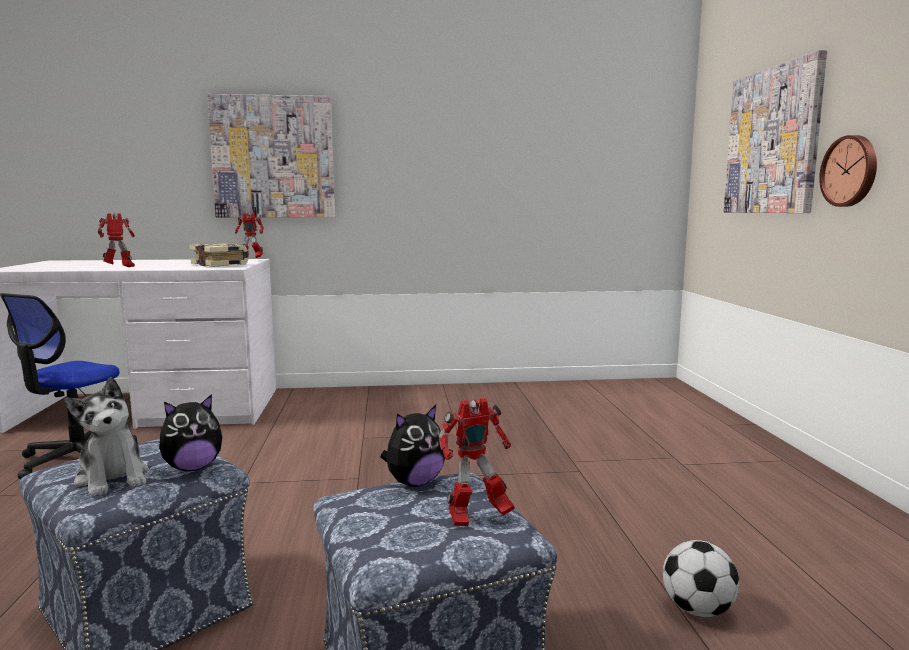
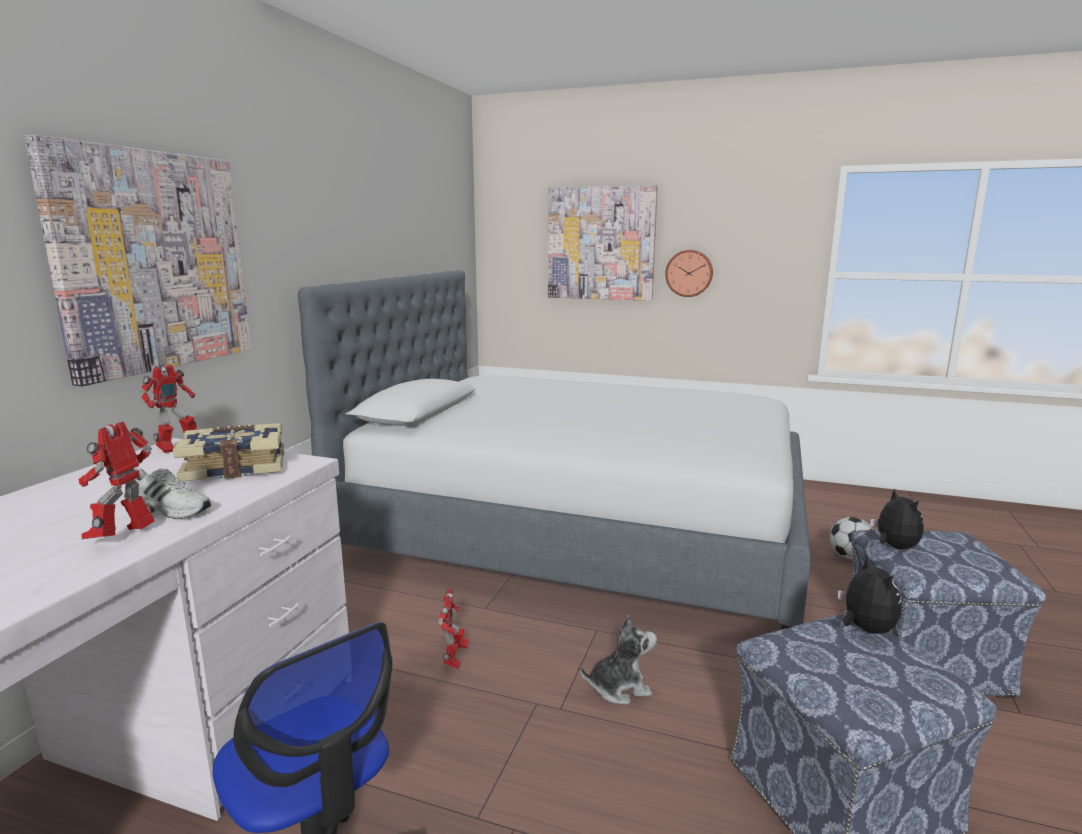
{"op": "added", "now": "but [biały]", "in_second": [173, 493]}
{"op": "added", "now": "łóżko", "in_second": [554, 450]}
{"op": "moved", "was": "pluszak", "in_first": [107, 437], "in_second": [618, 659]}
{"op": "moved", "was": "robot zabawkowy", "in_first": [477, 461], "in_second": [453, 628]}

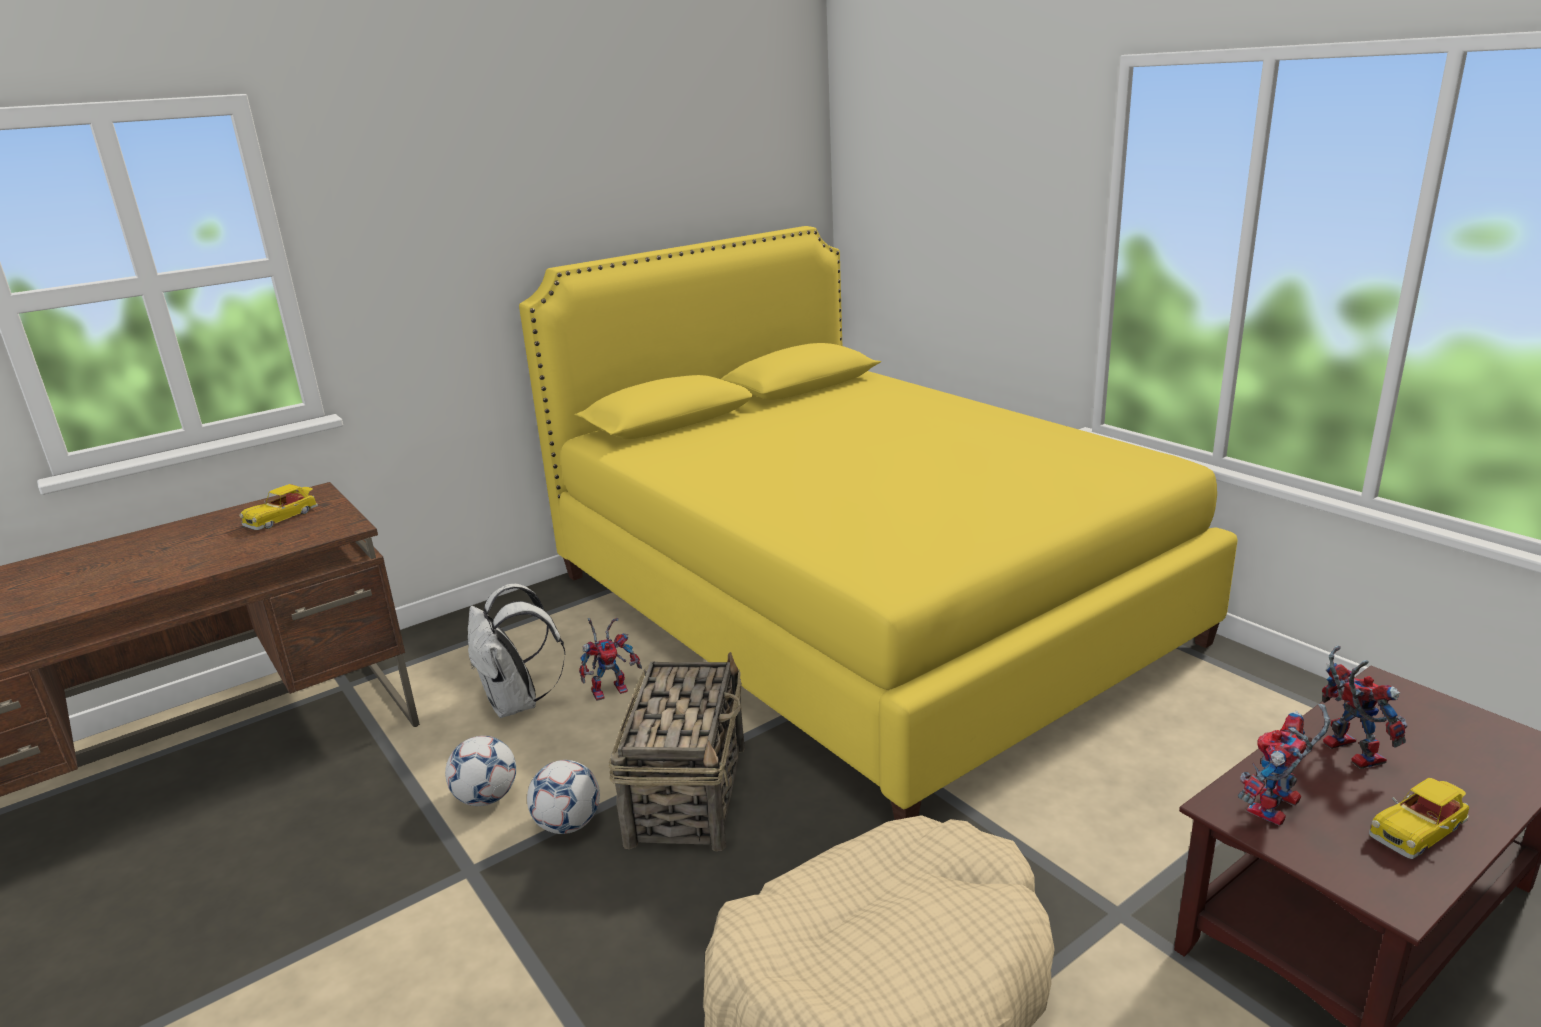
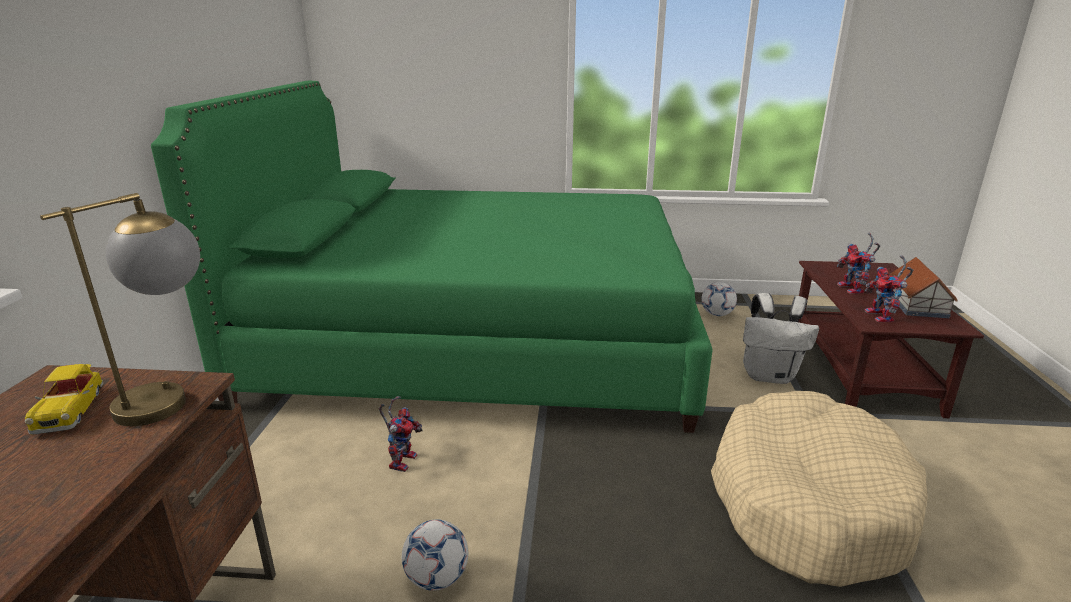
{"op": "removed", "was": "koszyk", "in_first": [676, 751]}
{"op": "added", "now": "lampa stołowa", "in_second": [120, 309]}
{"op": "moved", "was": "plecak [biały]", "in_first": [516, 650], "in_second": [781, 338]}
{"op": "moved", "was": "piłka futbolowa", "in_first": [563, 797], "in_second": [719, 299]}
{"op": "replaced", "was": "samochodzik", "now": "domek", "in_first": [1419, 818], "in_second": [923, 287]}
{"op": "recoloured", "was": "łóżko [żółty]", "now": "łóżko [zielony]", "in_first": [878, 523], "in_second": [432, 257]}
{"op": "turned", "was": "robot zabawkowy", "in_first": [1365, 707], "in_second": [858, 263], "clockwise": -120}

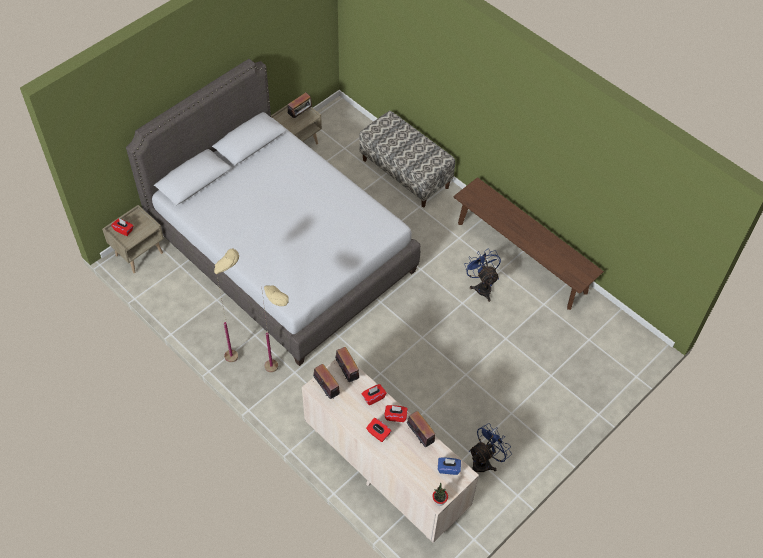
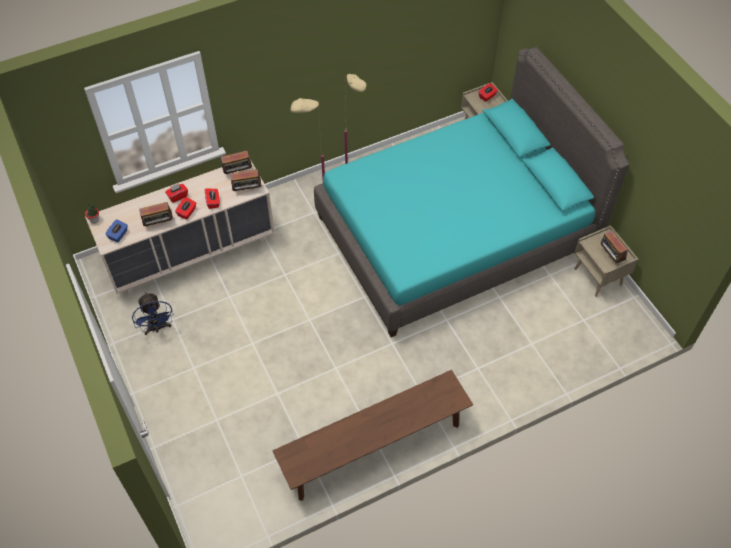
{"op": "removed", "was": "ławka", "in_first": [407, 159]}
{"op": "removed", "was": "wentylator [niebieski]", "in_first": [482, 276]}
{"op": "recoloured", "was": "łóżko [szary]", "now": "łóżko [turkusowy]", "in_first": [273, 212], "in_second": [472, 192]}

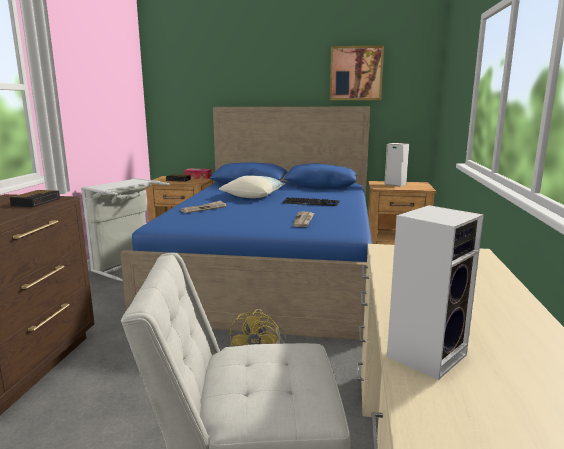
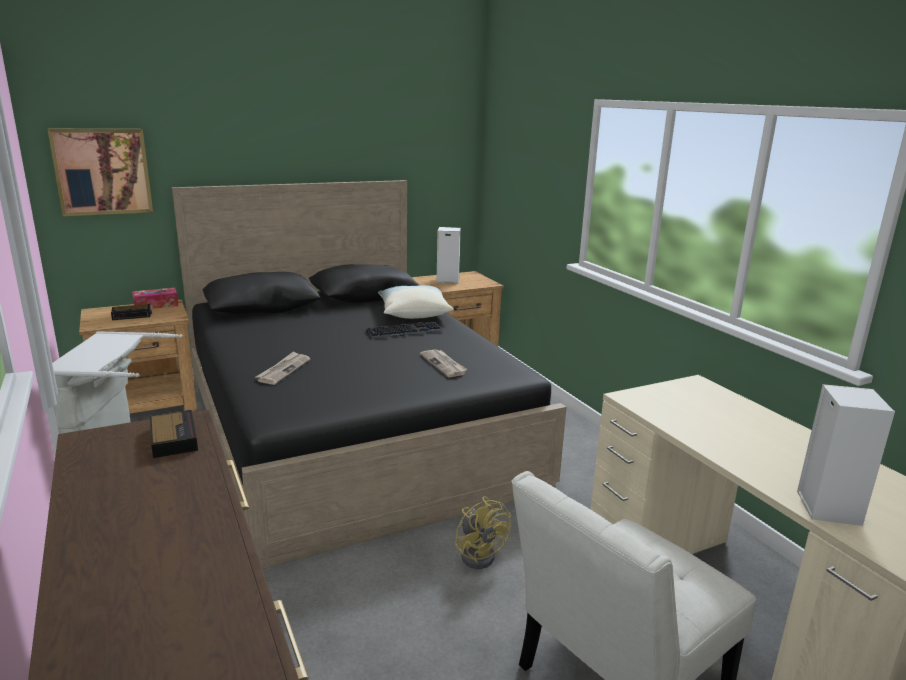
{"op": "moved", "was": "poduszka", "in_first": [252, 186], "in_second": [416, 302]}
{"op": "moved", "was": "obraz", "in_first": [357, 72], "in_second": [100, 172]}
{"op": "recoloured", "was": "łóżko [niebieski]", "now": "łóżko [czarny]", "in_first": [246, 223], "in_second": [369, 374]}

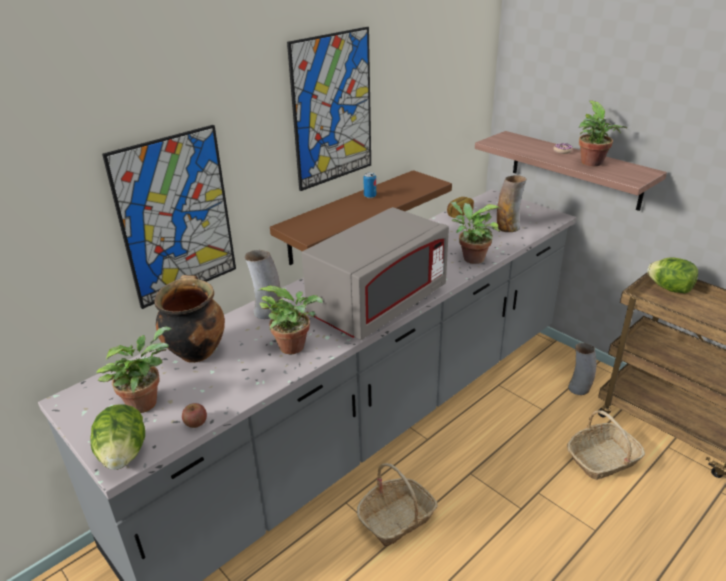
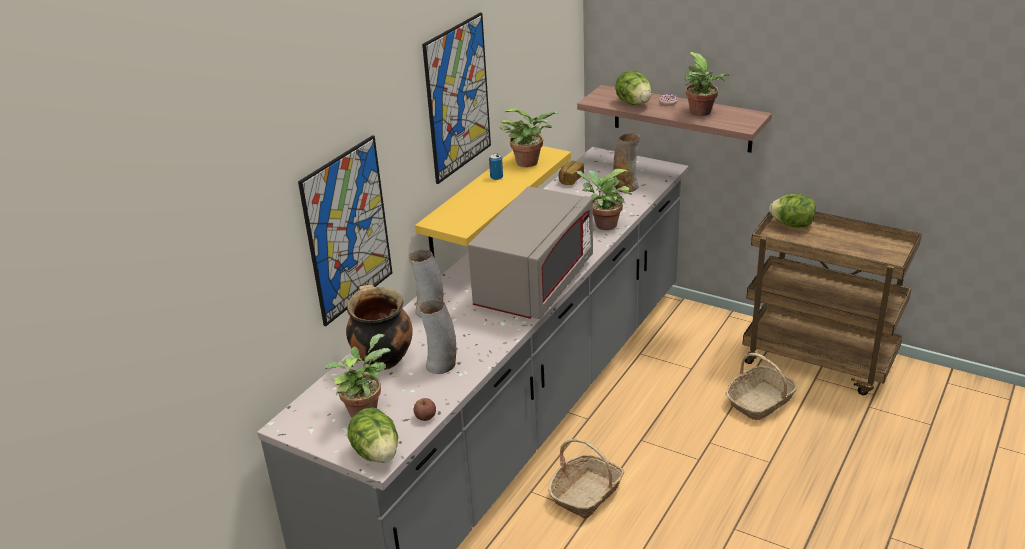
{"op": "added", "now": "sałata", "in_second": [633, 88]}
{"op": "moved", "was": "roślina doniczkowa", "in_first": [291, 319], "in_second": [530, 137]}
{"op": "moved", "was": "wazon", "in_first": [582, 369], "in_second": [437, 336]}
{"op": "recoloured", "was": "półka [brązowy]", "now": "półka [żółty]", "in_first": [361, 217], "in_second": [493, 202]}

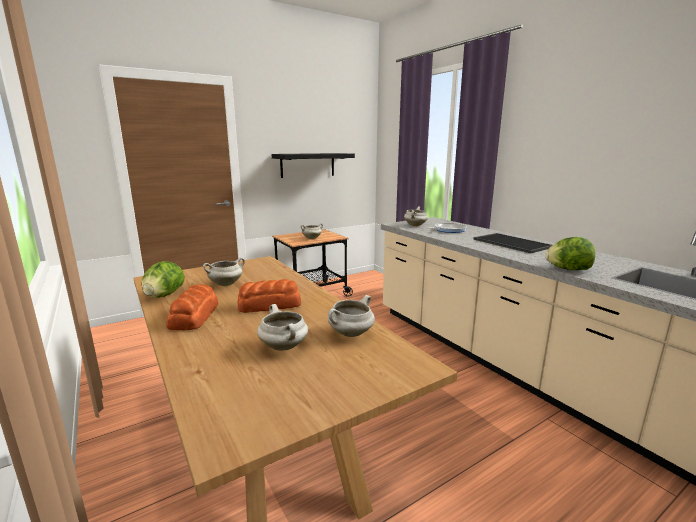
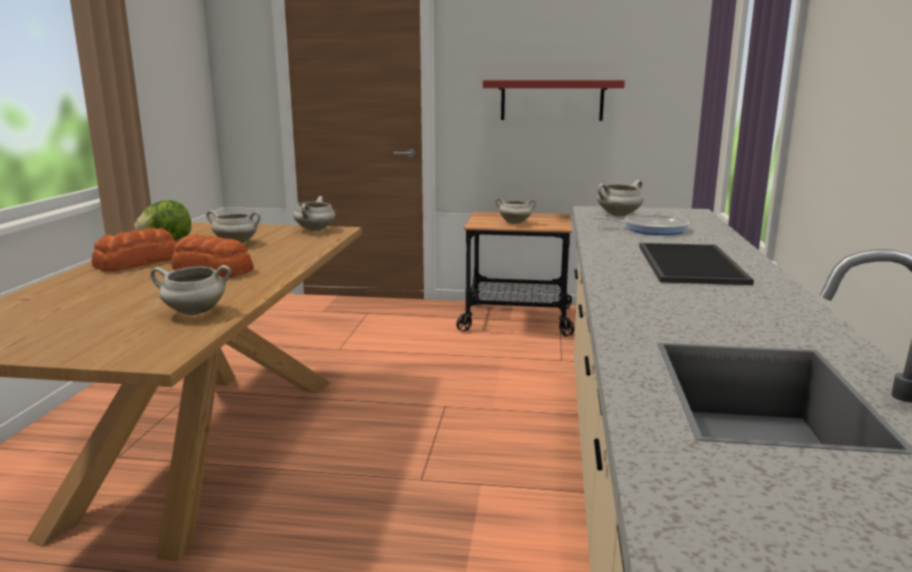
{"op": "removed", "was": "sałata", "in_first": [570, 253]}
{"op": "moved", "was": "garnek [biały]", "in_first": [282, 327], "in_second": [314, 213]}
{"op": "recoloured", "was": "półka [czarny]", "now": "półka [czerwony]", "in_first": [313, 165], "in_second": [554, 100]}

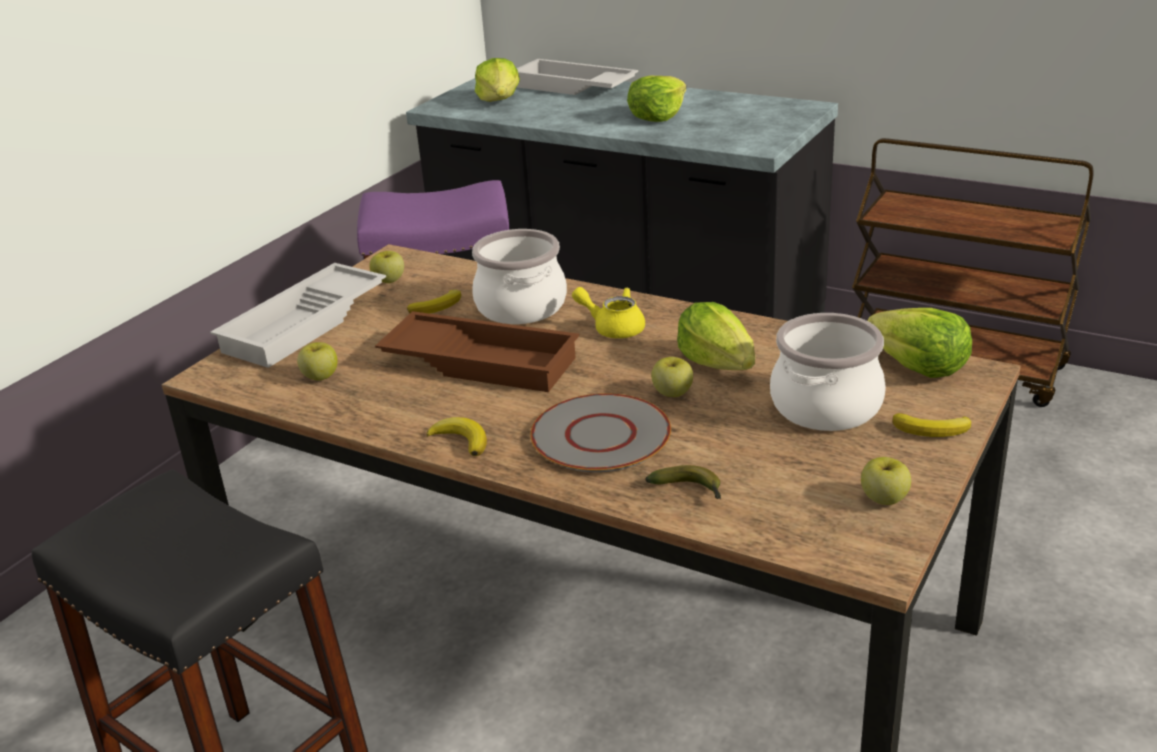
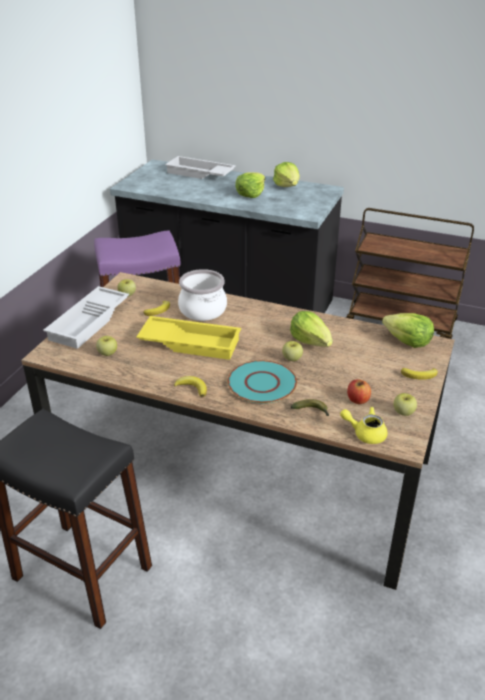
{"op": "removed", "was": "garnek", "in_first": [828, 372]}
{"op": "added", "now": "jabłko", "in_second": [359, 392]}
{"op": "moved", "was": "sałata", "in_first": [497, 80], "in_second": [286, 174]}
{"op": "moved", "was": "imbryk [żółty]", "in_first": [608, 312], "in_second": [363, 425]}
{"op": "recoloured", "was": "taca [brązowy]", "now": "taca [żółty]", "in_first": [477, 351], "in_second": [188, 338]}
{"op": "recoloured", "was": "talerz [szary]", "now": "talerz [turkusowy]", "in_first": [601, 432], "in_second": [262, 381]}

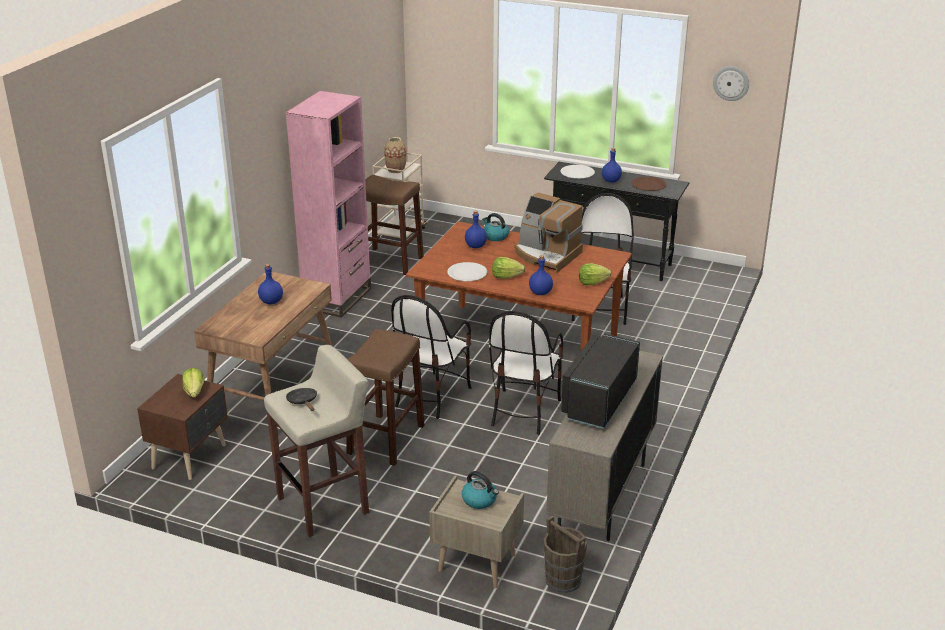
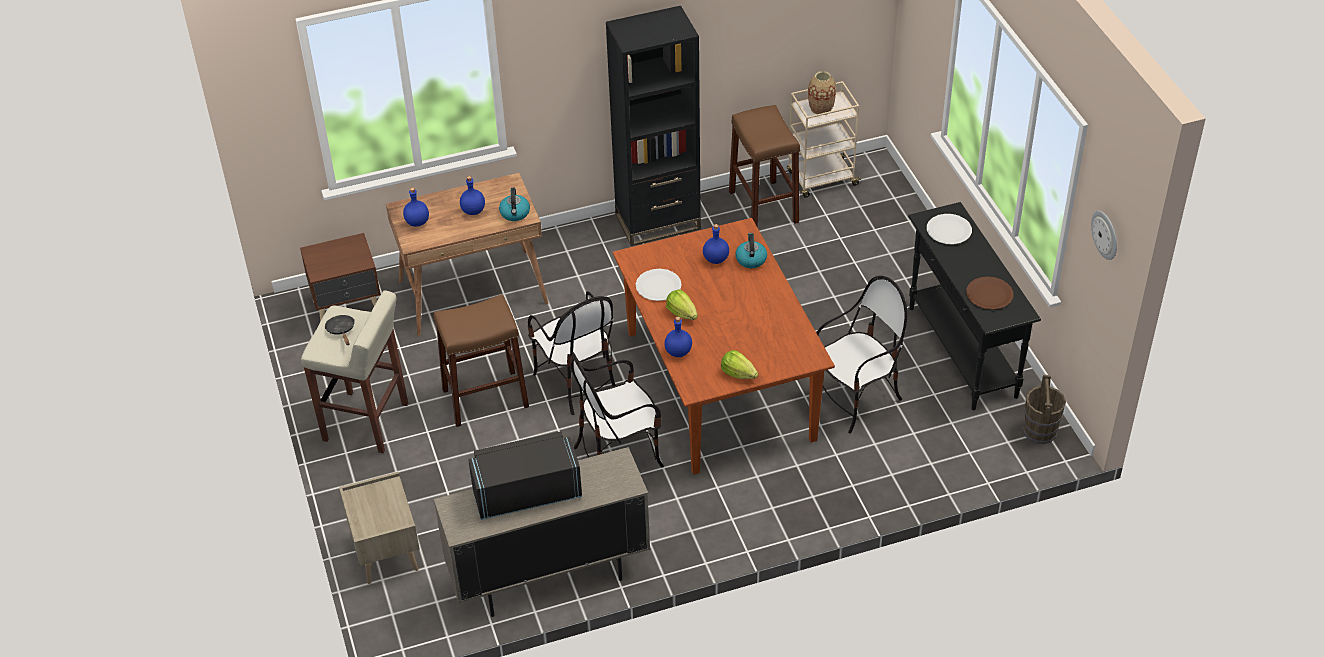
{"op": "removed", "was": "sałata", "in_first": [193, 382]}
{"op": "removed", "was": "ekspres do kawy", "in_first": [548, 232]}
{"op": "moved", "was": "czajnik", "in_first": [480, 490], "in_second": [514, 204]}
{"op": "moved", "was": "wiadro [brązowy]", "in_first": [565, 554], "in_second": [1044, 409]}
{"op": "moved", "was": "butelka [niebieski]", "in_first": [612, 165], "in_second": [416, 207]}
{"op": "recoloured", "was": "regał [różowy]", "now": "regał [czarny]", "in_first": [328, 204], "in_second": [653, 126]}
{"op": "turned", "was": "patelnia [czarny]", "in_first": [301, 399], "in_second": [340, 330], "clockwise": -45}
{"op": "turned", "was": "krzesło", "in_first": [431, 357], "in_second": [572, 353], "clockwise": -105}

